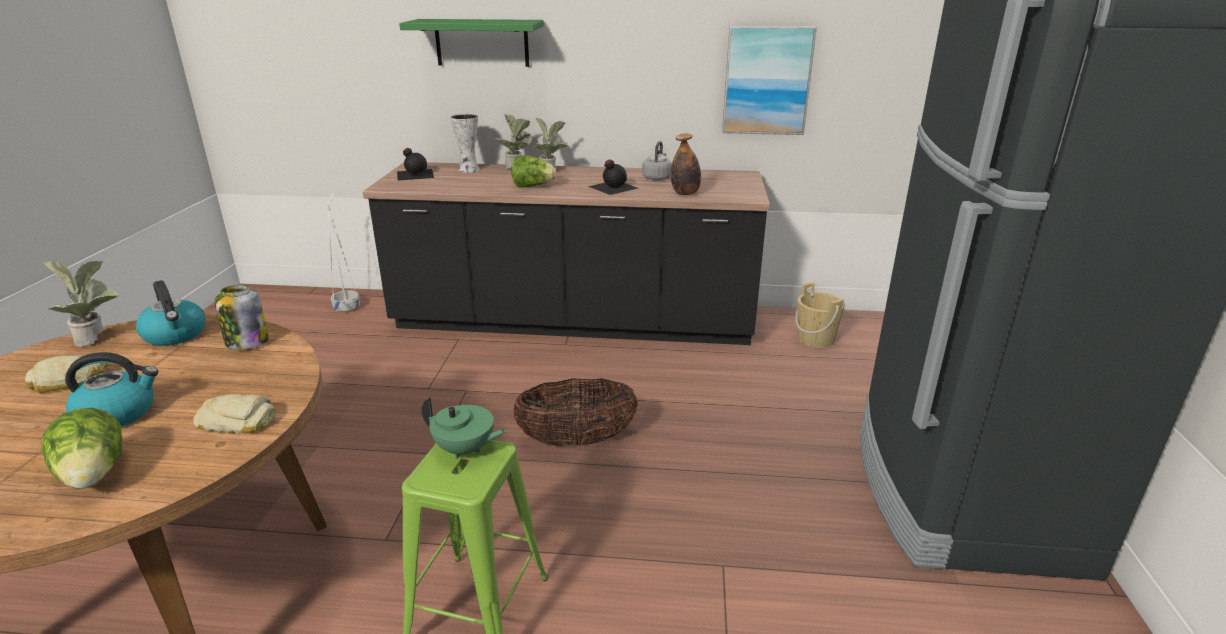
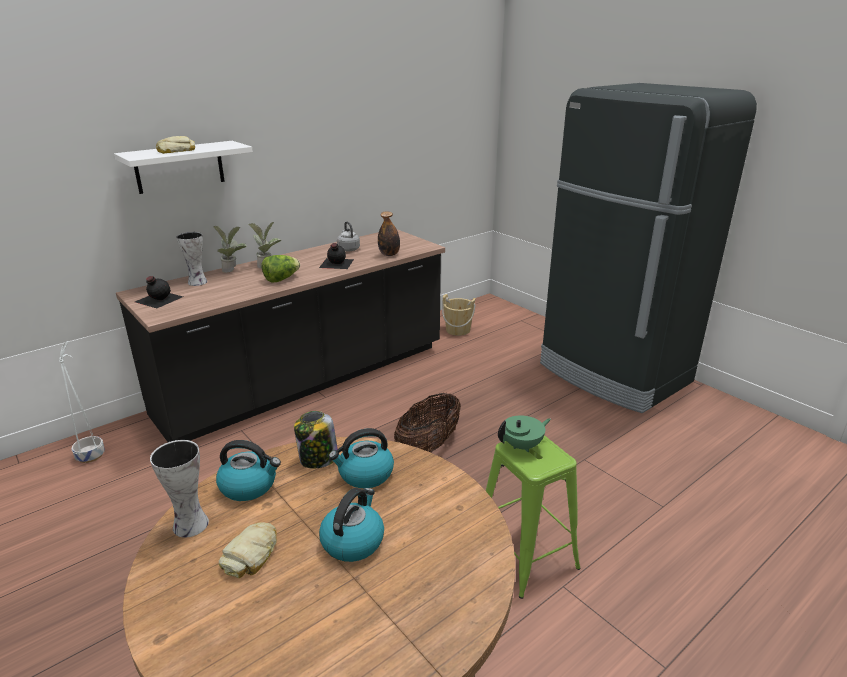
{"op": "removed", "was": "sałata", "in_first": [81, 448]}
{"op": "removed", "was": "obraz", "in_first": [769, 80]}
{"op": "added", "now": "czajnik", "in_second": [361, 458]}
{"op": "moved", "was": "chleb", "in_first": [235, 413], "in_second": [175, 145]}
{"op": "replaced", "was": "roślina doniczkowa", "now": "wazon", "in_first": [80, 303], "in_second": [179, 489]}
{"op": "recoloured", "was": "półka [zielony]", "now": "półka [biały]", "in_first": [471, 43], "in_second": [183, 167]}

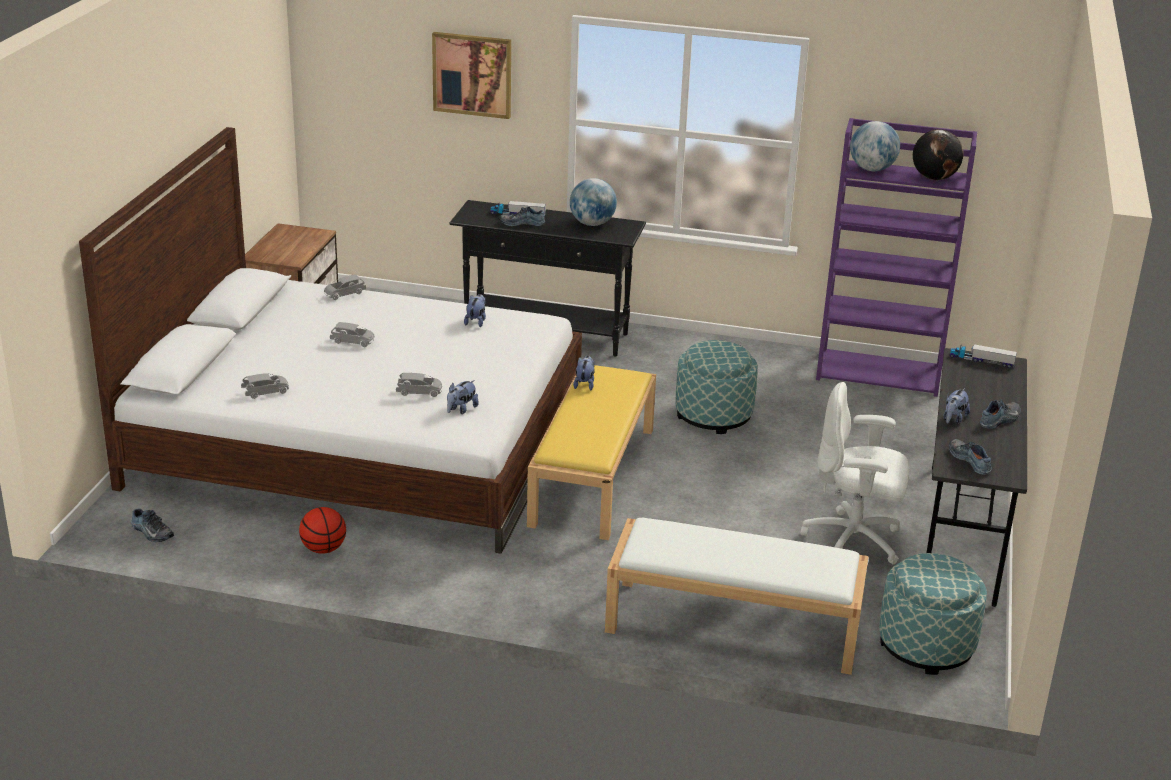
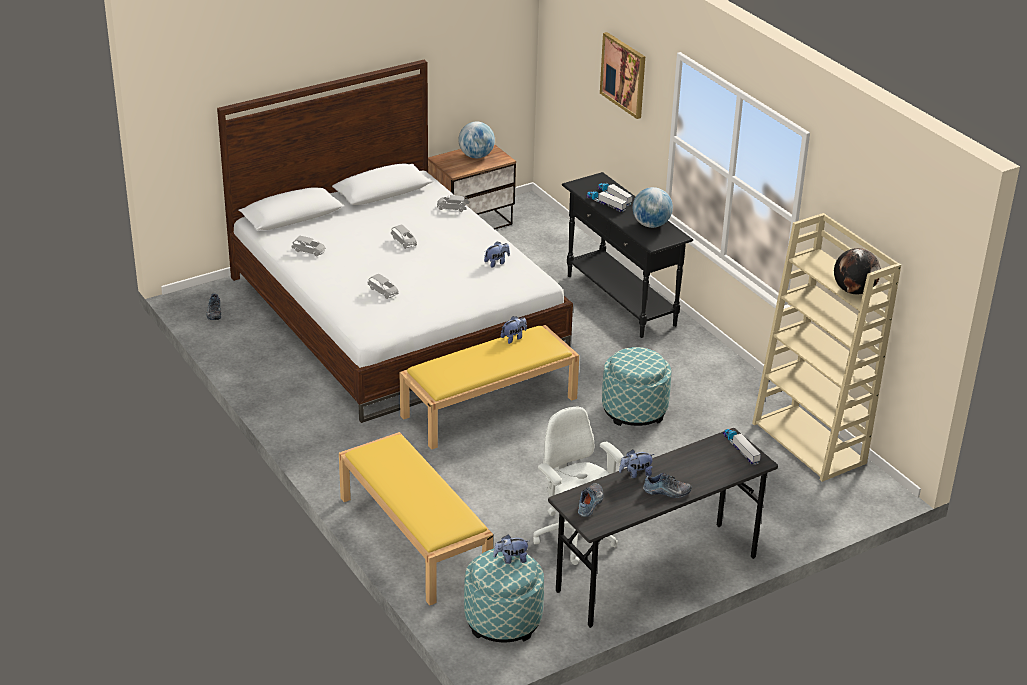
{"op": "removed", "was": "piłka do koszykówki", "in_first": [322, 530]}
{"op": "moved", "was": "pluszak", "in_first": [463, 397], "in_second": [511, 549]}
{"op": "moved", "was": "globus", "in_first": [875, 146], "in_second": [476, 140]}
{"op": "replaced", "was": "but", "now": "ciężarówka zabawkowa", "in_first": [522, 216], "in_second": [606, 201]}
{"op": "recoloured", "was": "ławka [biały]", "now": "ławka [żółty]", "in_first": [737, 596], "in_second": [416, 519]}
{"op": "recoloured", "was": "regał [fioletowy]", "now": "regał [beżowy]", "in_first": [896, 257], "in_second": [826, 347]}

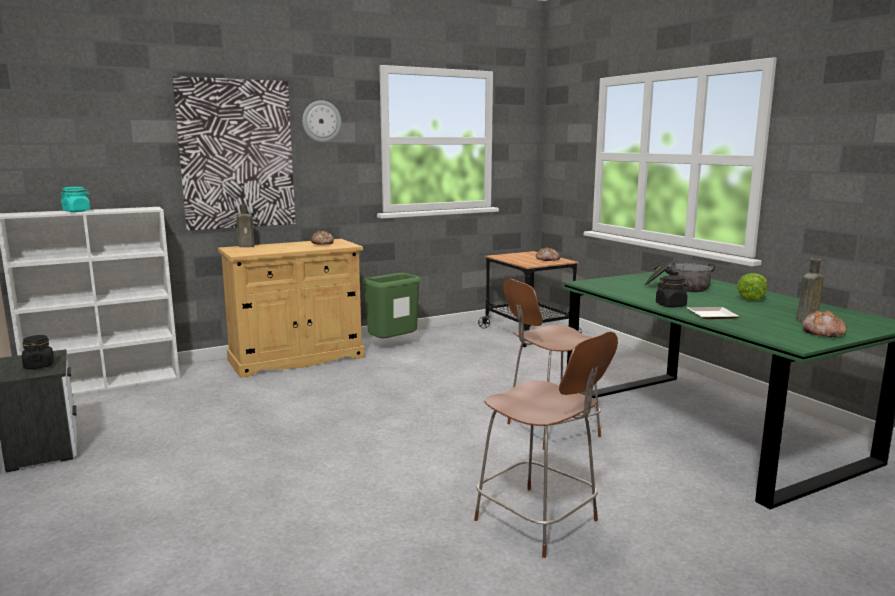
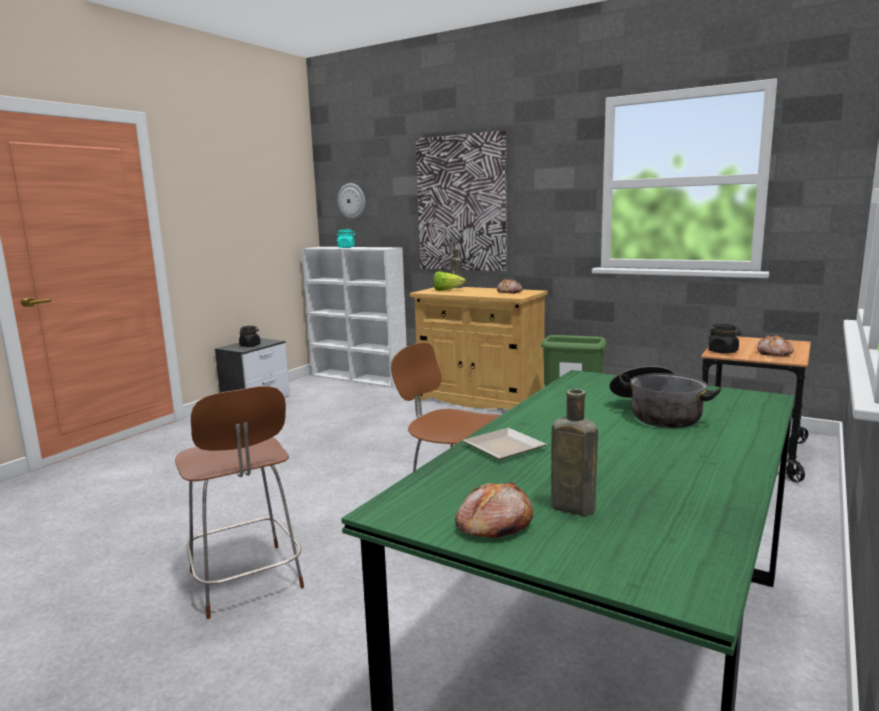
{"op": "moved", "was": "zegar ścienny", "in_first": [322, 121], "in_second": [351, 201]}
{"op": "moved", "was": "słoik [czarny]", "in_first": [672, 291], "in_second": [725, 339]}
{"op": "moved", "was": "sałata", "in_first": [752, 287], "in_second": [450, 281]}
{"op": "turned", "was": "krzesło [brązowy]", "in_first": [546, 444], "in_second": [239, 502], "clockwise": -45}

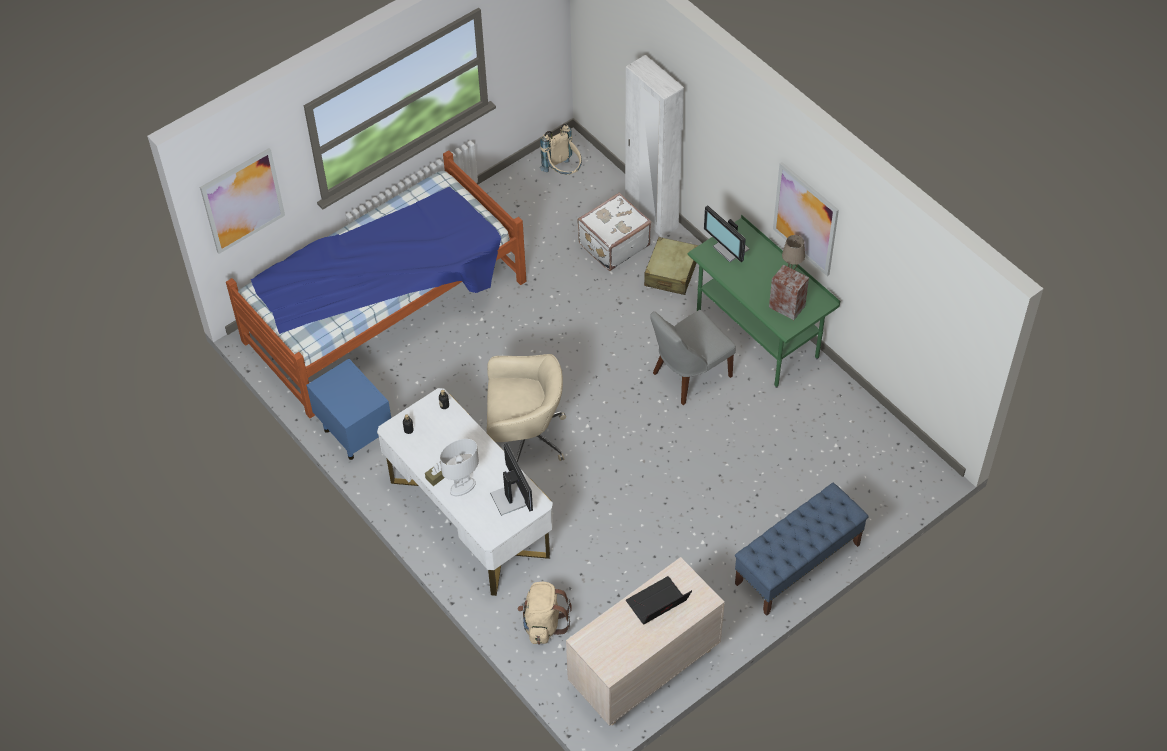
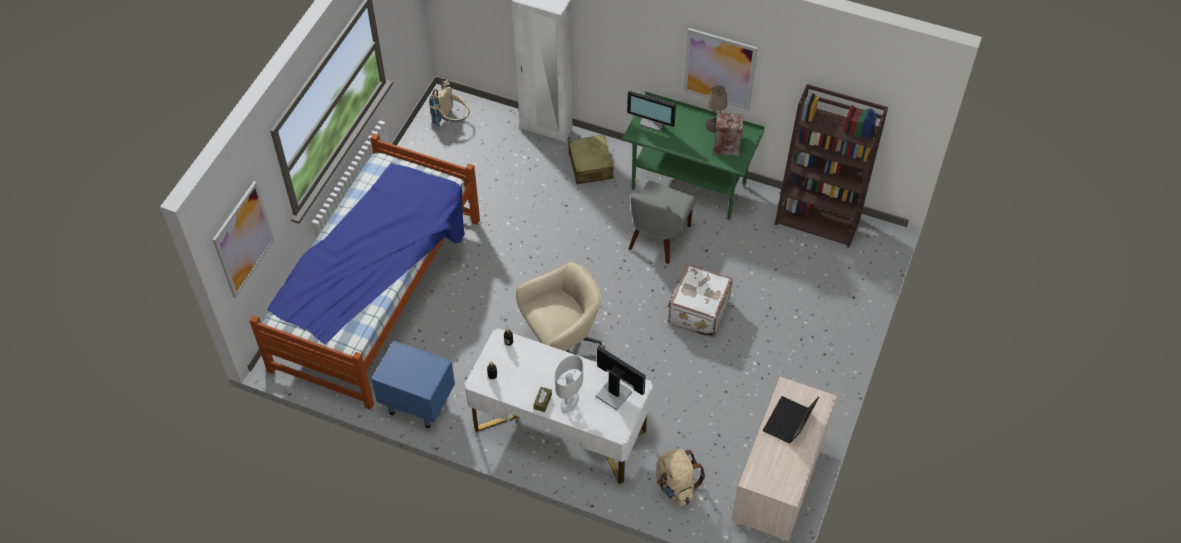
{"op": "removed", "was": "ławka [niebieski]", "in_first": [802, 549]}
{"op": "added", "now": "regał [brązowy]", "in_second": [831, 166]}
{"op": "moved", "was": "walizka [biały]", "in_first": [614, 232], "in_second": [700, 301]}

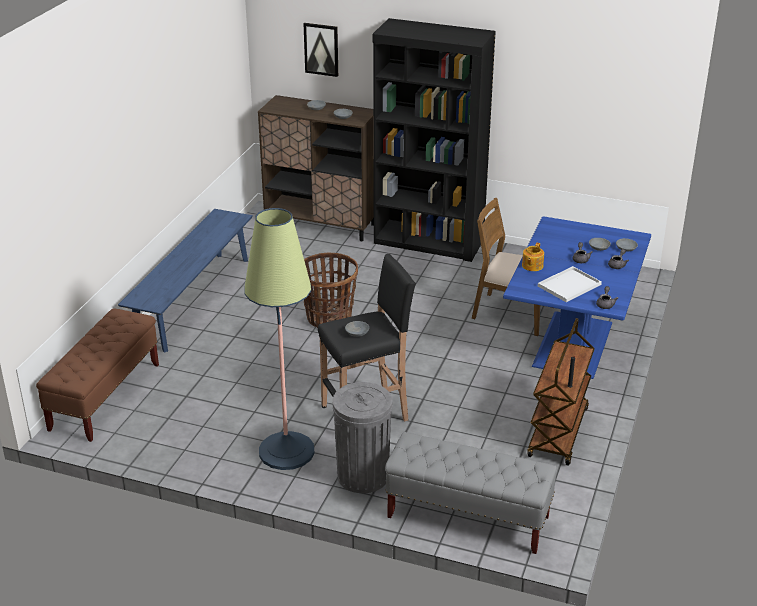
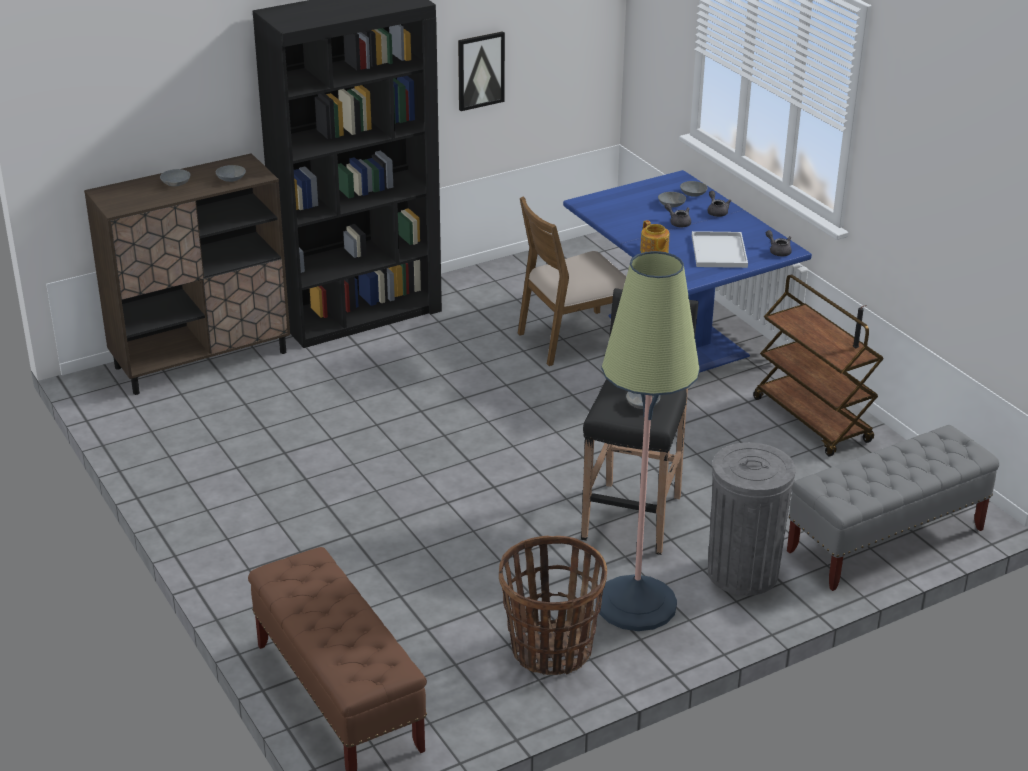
{"op": "removed", "was": "ławka [niebieski]", "in_first": [185, 281]}
{"op": "moved", "was": "obraz", "in_first": [321, 50], "in_second": [481, 71]}
{"op": "moved", "was": "koszyk", "in_first": [331, 290], "in_second": [553, 605]}

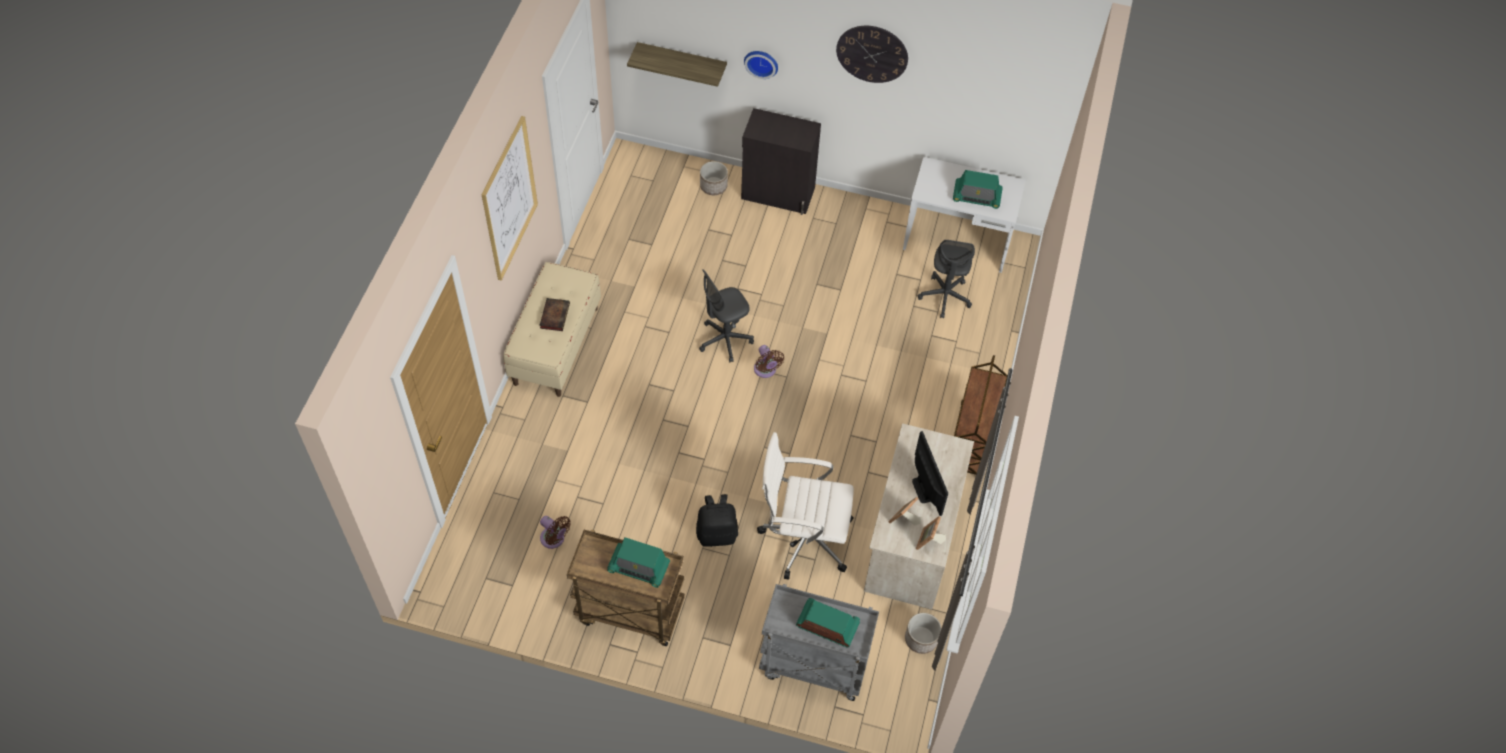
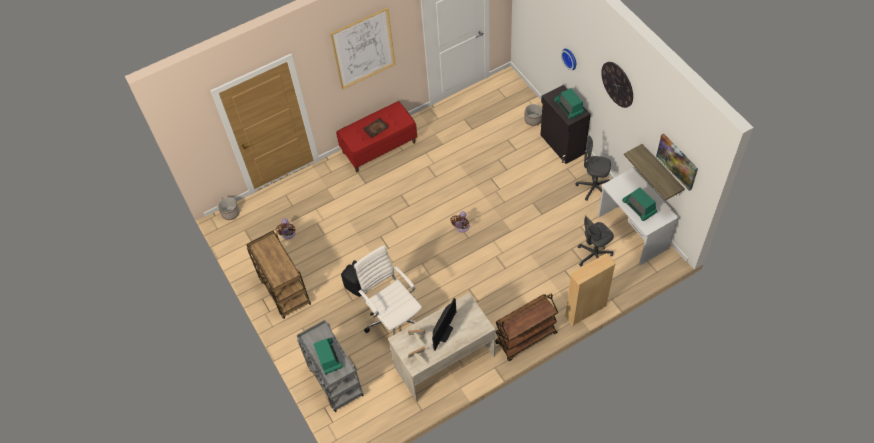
{"op": "added", "now": "regał [beżowy]", "in_second": [590, 289]}
{"op": "added", "now": "obraz", "in_second": [677, 162]}
{"op": "moved", "was": "radio", "in_first": [638, 562], "in_second": [569, 103]}
{"op": "moved", "was": "półka", "in_first": [677, 64], "in_second": [654, 172]}
{"op": "moved", "was": "krzesło biurowe [szary]", "in_first": [726, 315], "in_second": [593, 168]}
{"op": "moved", "was": "donica", "in_first": [923, 633], "in_second": [229, 208]}
{"op": "recoloured", "was": "ławka [beżowy]", "now": "ławka [czerwony]", "in_first": [552, 329], "in_second": [376, 136]}

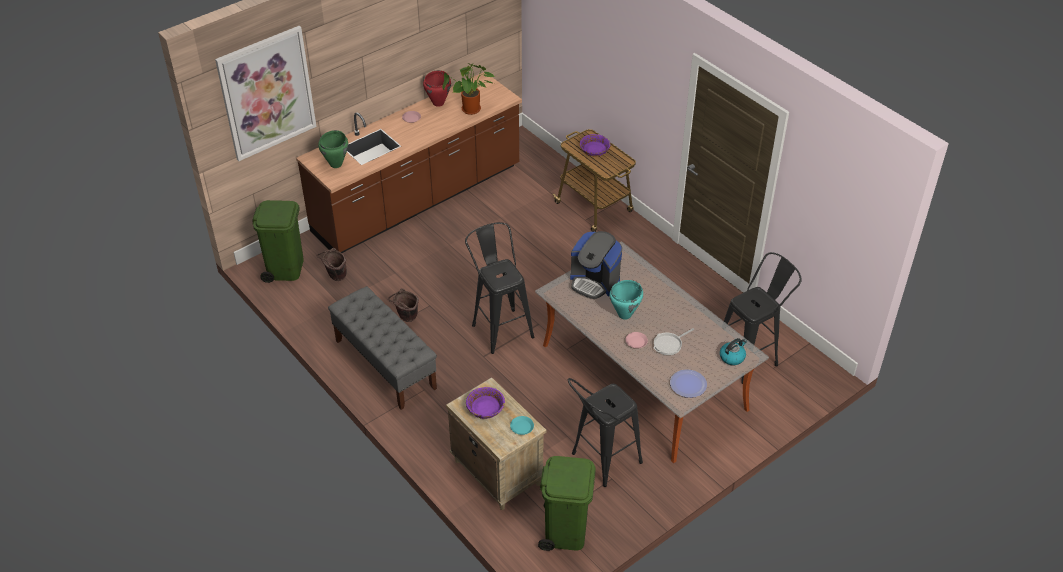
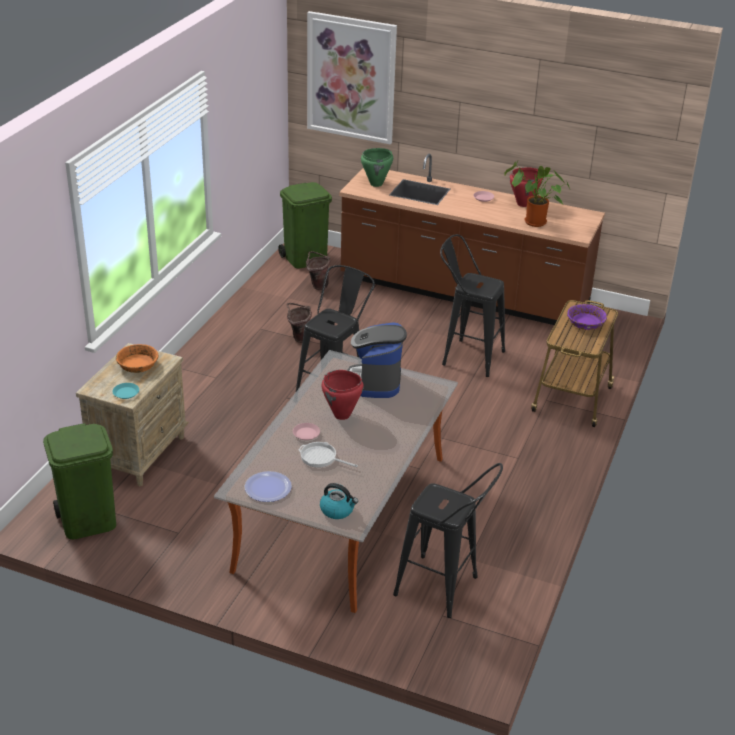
{"op": "removed", "was": "ławka [szary]", "in_first": [382, 348]}
{"op": "moved", "was": "stołek [czarny]", "in_first": [605, 432], "in_second": [472, 305]}
{"op": "recoloured", "was": "miska [fioletowy]", "now": "miska [pomarańczowy]", "in_first": [485, 403], "in_second": [137, 358]}
{"op": "recoloured", "was": "garnek [turkusowy]", "now": "garnek [czerwony]", "in_first": [626, 300], "in_second": [343, 395]}

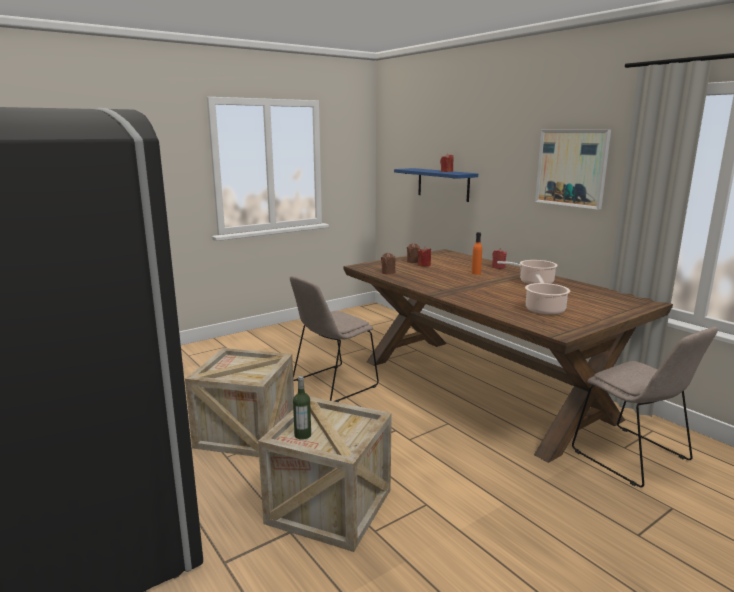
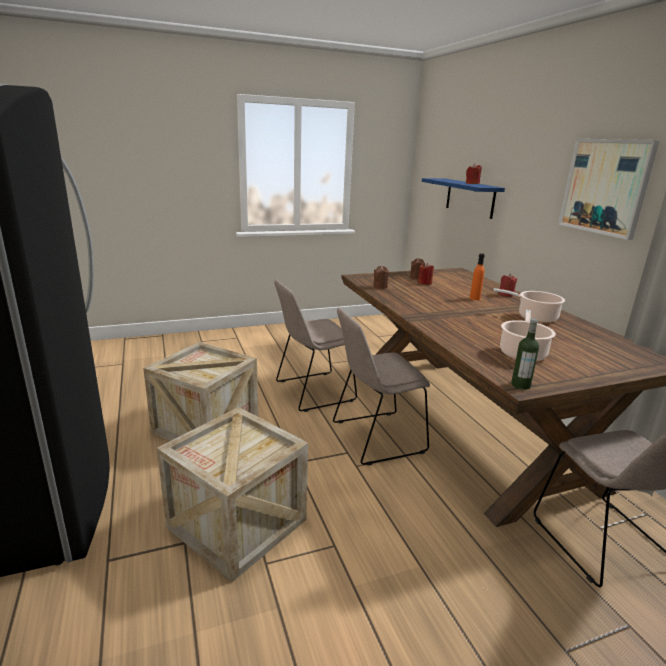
{"op": "added", "now": "krzesło [beżowy]", "in_second": [381, 386]}
{"op": "moved", "was": "butelka", "in_first": [302, 408], "in_second": [525, 354]}

